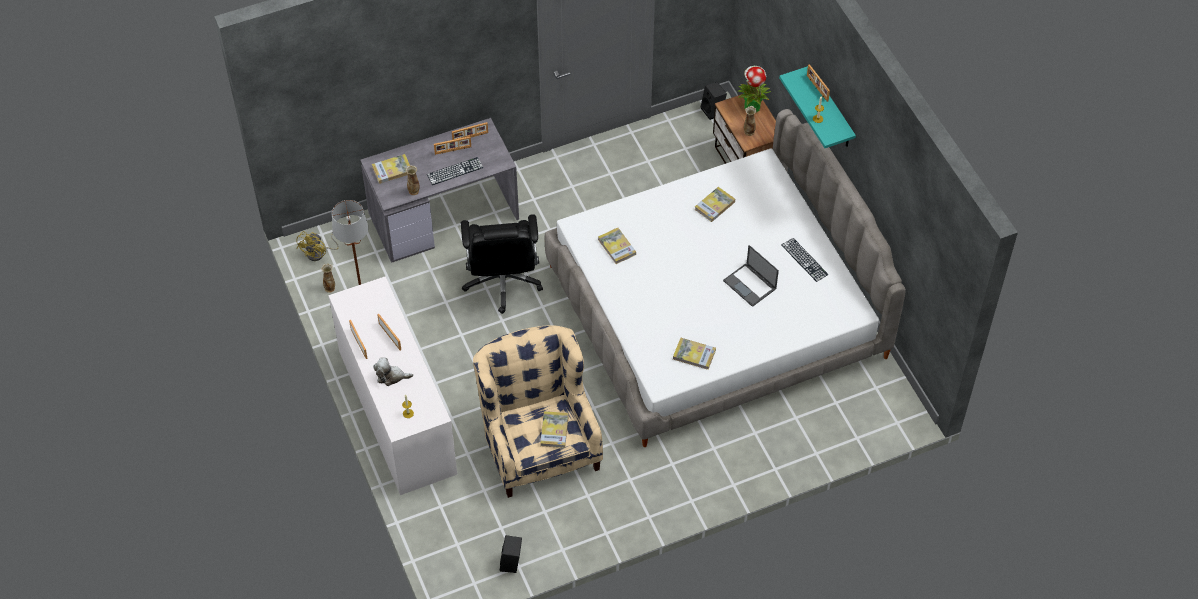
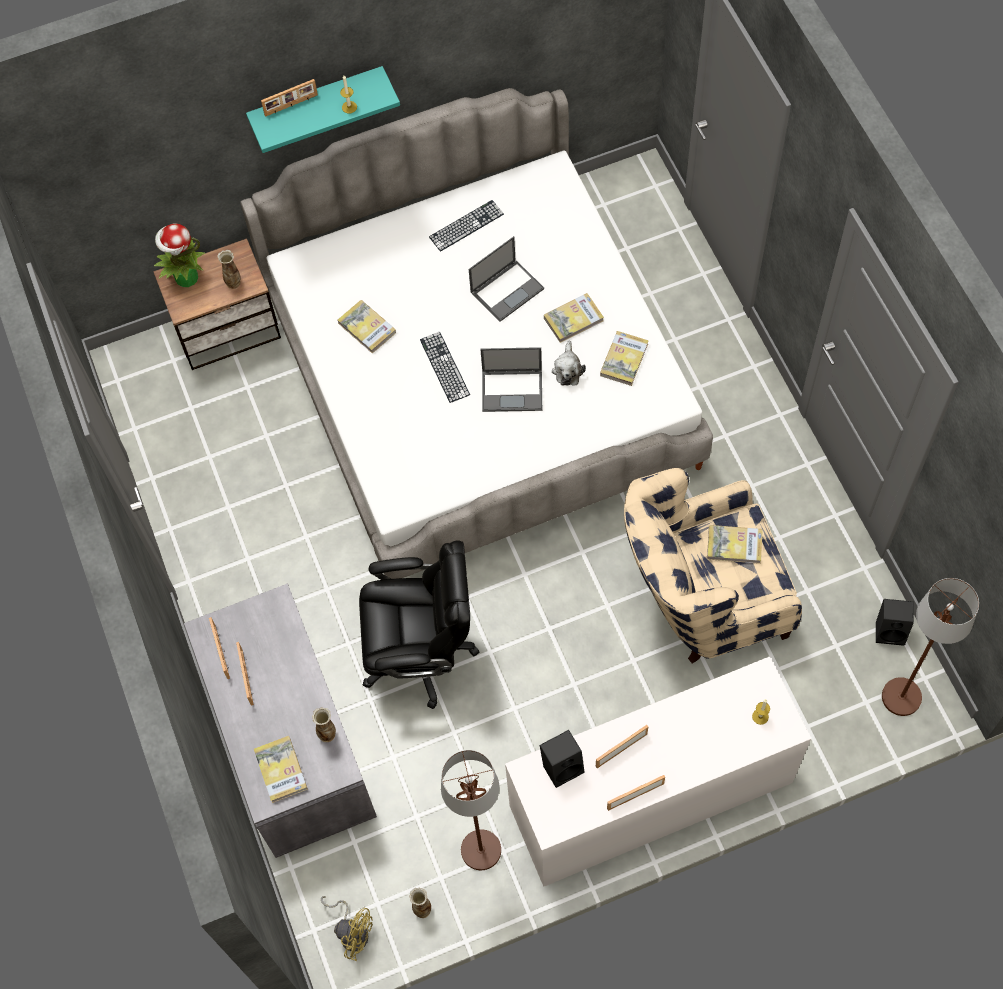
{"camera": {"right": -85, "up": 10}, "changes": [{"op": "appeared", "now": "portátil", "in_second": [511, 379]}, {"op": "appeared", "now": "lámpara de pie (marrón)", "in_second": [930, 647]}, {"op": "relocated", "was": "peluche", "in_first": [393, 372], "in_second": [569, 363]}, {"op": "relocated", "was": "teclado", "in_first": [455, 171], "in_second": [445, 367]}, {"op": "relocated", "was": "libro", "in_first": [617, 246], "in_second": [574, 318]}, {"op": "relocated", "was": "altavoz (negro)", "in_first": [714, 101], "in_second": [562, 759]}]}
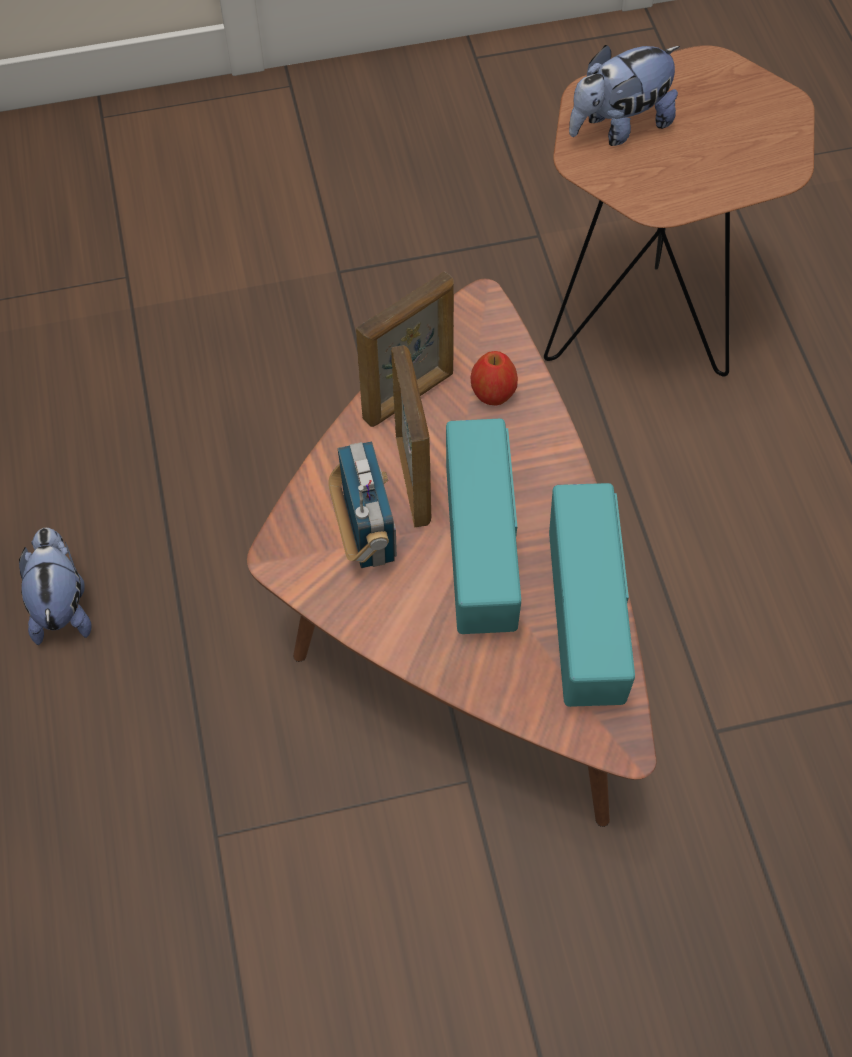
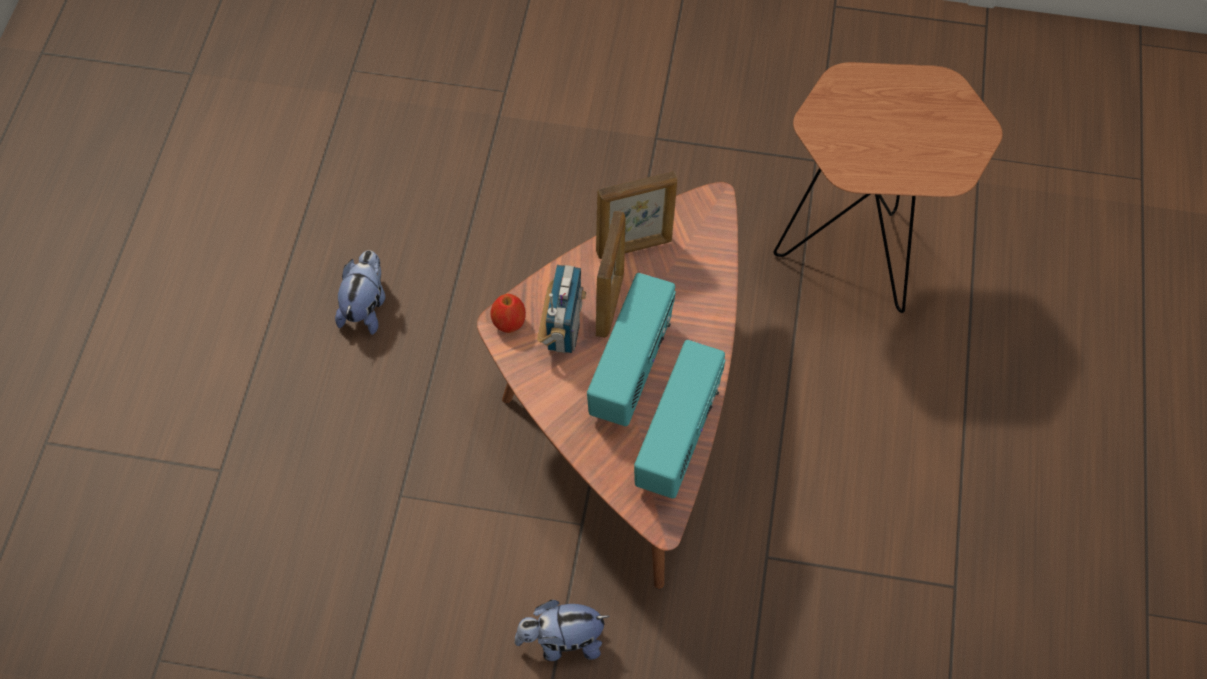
{"camera": {"right": 20, "up": 0}, "changes": [{"op": "relocated", "was": "manzana", "in_first": [494, 378], "in_second": [508, 313]}, {"op": "relocated", "was": "peluche", "in_first": [624, 95], "in_second": [562, 630]}]}
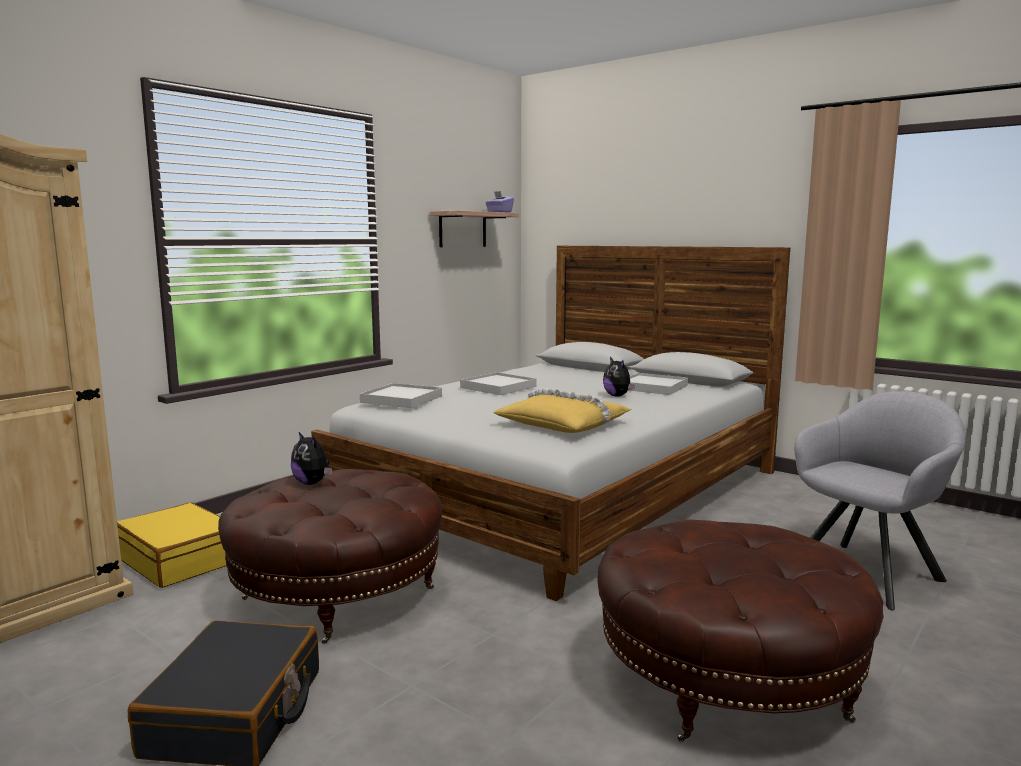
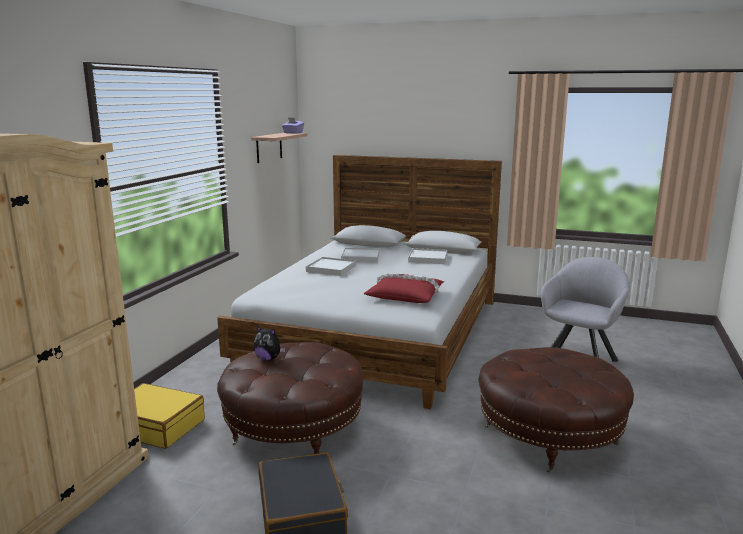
{"camera": {"right": -20, "up": 5}, "changes": [{"op": "missing", "was": "peluche", "in_first": [619, 377]}, {"op": "relocated", "was": "bandeja (blanco)", "in_first": [401, 395], "in_second": [360, 255]}, {"op": "colour", "was": "cojín (amarillo)", "now": "cojín (rojo)", "in_first": [562, 410], "in_second": [404, 288]}]}
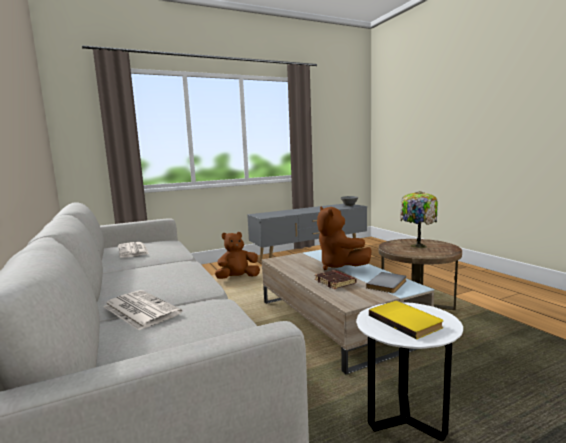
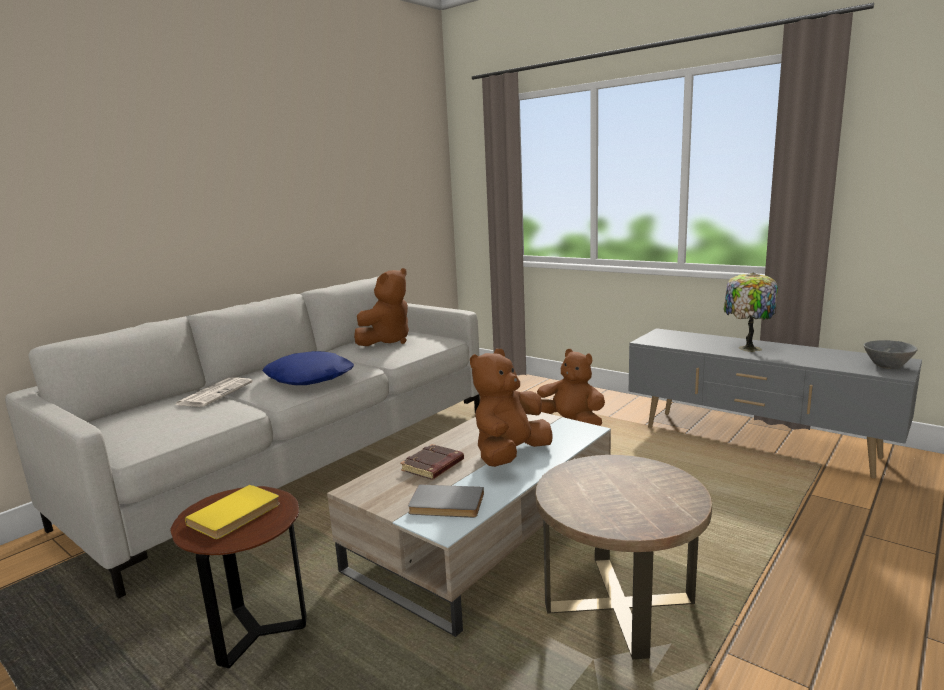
{"camera": {"right": 65, "up": 5}, "changes": [{"op": "appeared", "now": "cojín (azul)", "in_second": [308, 368]}, {"op": "relocated", "was": "lámpara de mesa", "in_first": [419, 219], "in_second": [751, 312]}, {"op": "exchanged", "was": "periódico", "now": "peluche (marrón)", "in_first": [133, 250], "in_second": [381, 307]}, {"op": "colour", "was": "mesa auxiliar (blanco)", "now": "mesa auxiliar (marrón)", "in_first": [409, 371], "in_second": [238, 577]}]}
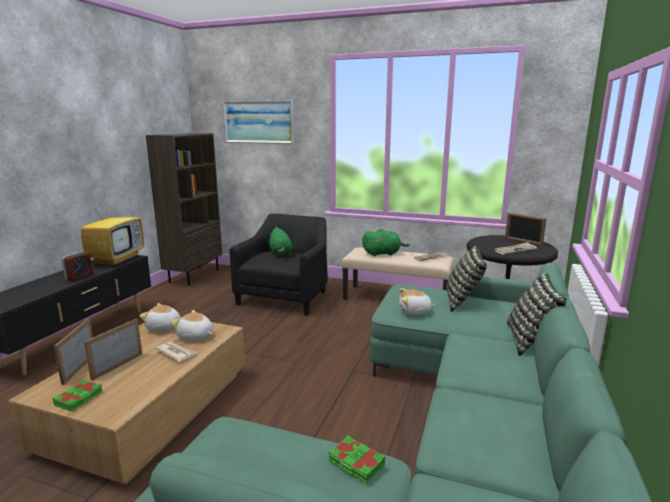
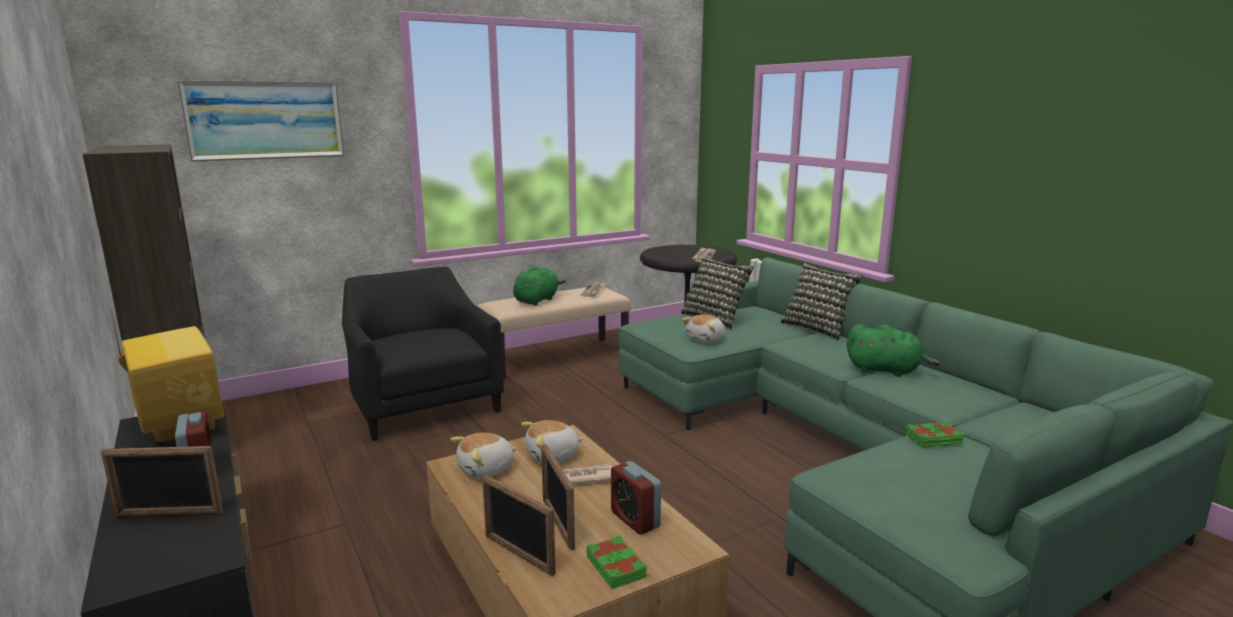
{"camera": {"right": -50, "up": 0}, "changes": [{"op": "appeared", "now": "despertador", "in_second": [636, 498]}, {"op": "relocated", "was": "peluche (verde)", "in_first": [281, 241], "in_second": [893, 350]}, {"op": "relocated", "was": "portarretratos", "in_first": [526, 229], "in_second": [162, 481]}]}
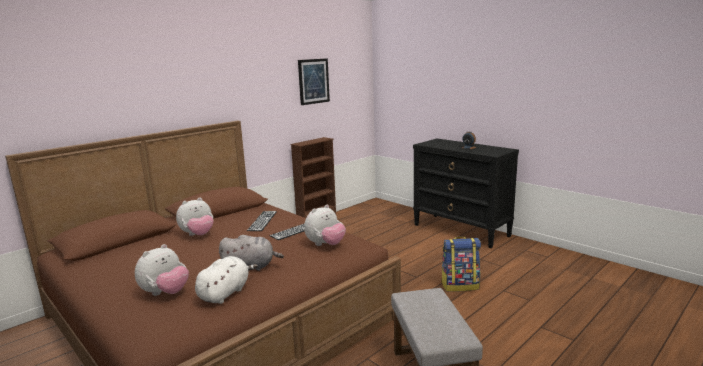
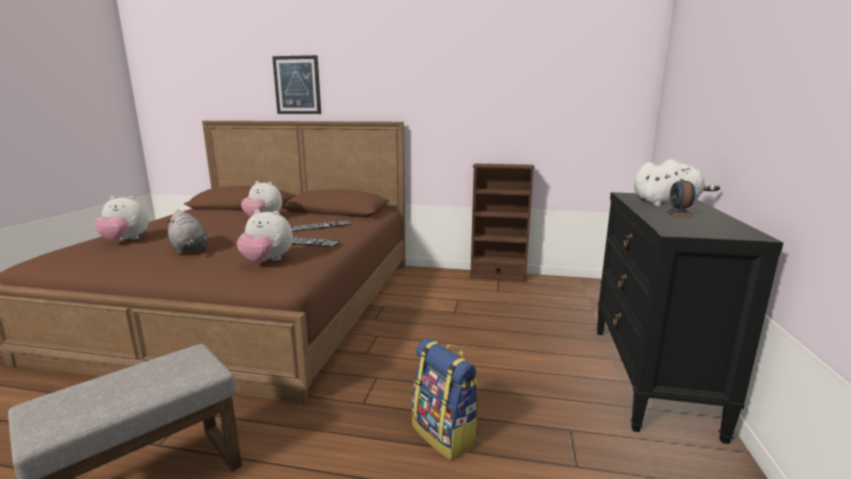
{"camera": {"right": 55, "up": 0}, "changes": [{"op": "relocated", "was": "peluche (blanco)", "in_first": [226, 280], "in_second": [677, 183]}, {"op": "relocated", "was": "cuadro", "in_first": [314, 81], "in_second": [296, 84]}]}
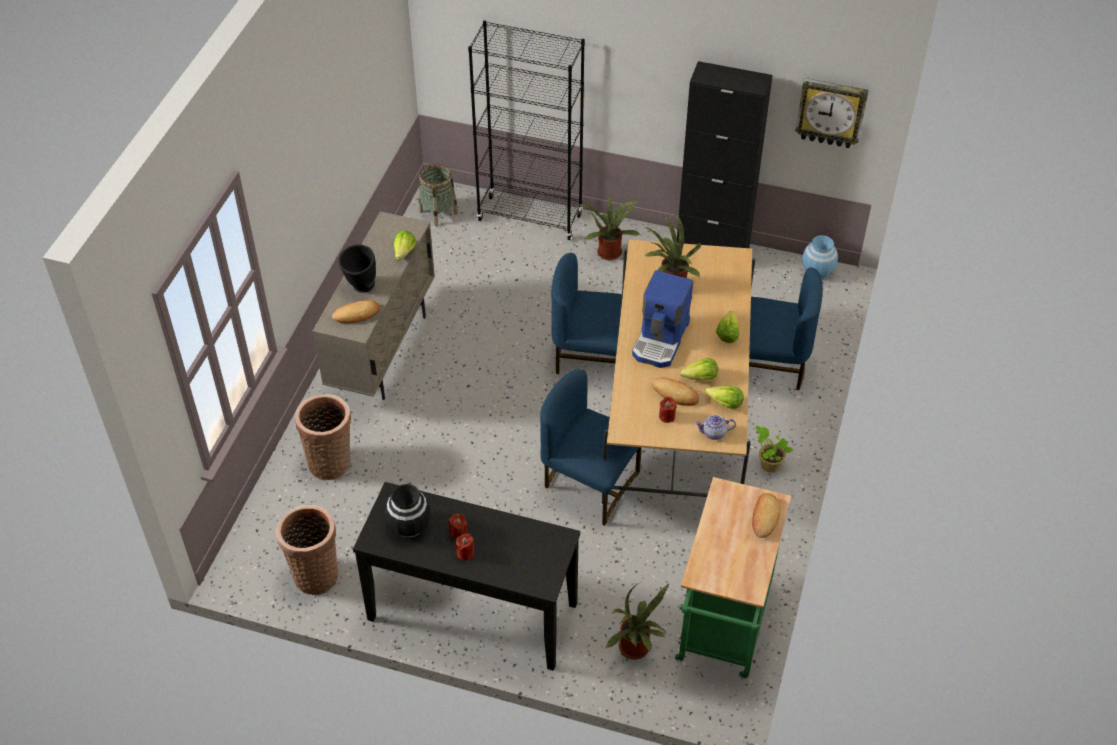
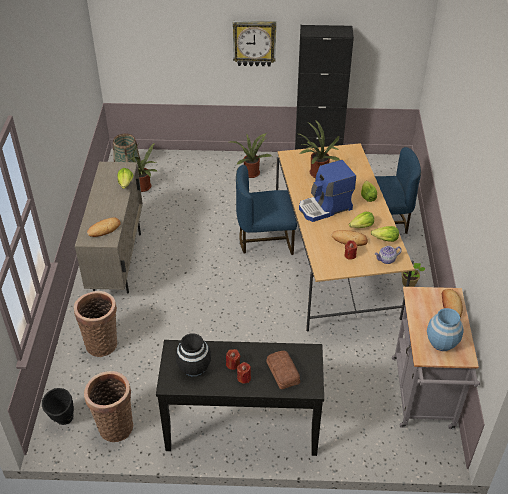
{"camera": {"right": -15, "up": -5}, "changes": [{"op": "missing", "was": "estantería (negro)", "in_first": [526, 130]}, {"op": "missing", "was": "silla (azul)", "in_first": [591, 447]}, {"op": "appeared", "now": "pan", "in_second": [283, 370]}, {"op": "relocated", "was": "florero (negro)", "in_first": [357, 268], "in_second": [58, 406]}, {"op": "relocated", "was": "planta en maceta", "in_first": [637, 620], "in_second": [142, 167]}, {"op": "relocated", "was": "reloj de pared", "in_first": [832, 113], "in_second": [254, 44]}, {"op": "relocated", "was": "florero (azul)", "in_first": [820, 257], "in_second": [445, 329]}, {"op": "colour", "was": "carrito (verde)", "now": "carrito (gris)", "in_first": [733, 578], "in_second": [436, 358]}, {"op": "spun", "was": "cafetera", "in_first": [662, 319], "in_second": [327, 191], "clockwise": 60}]}
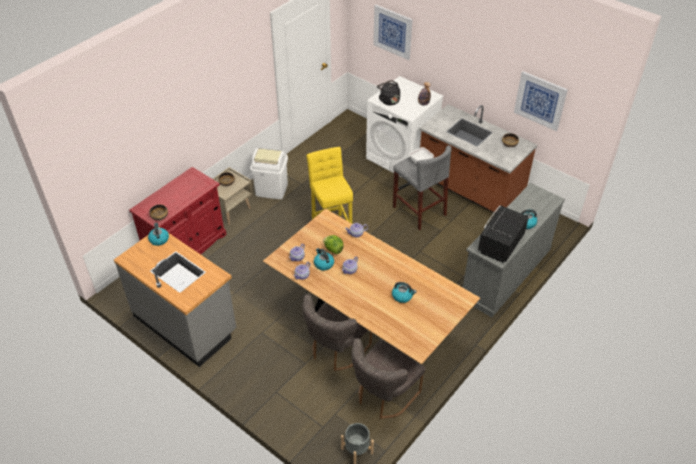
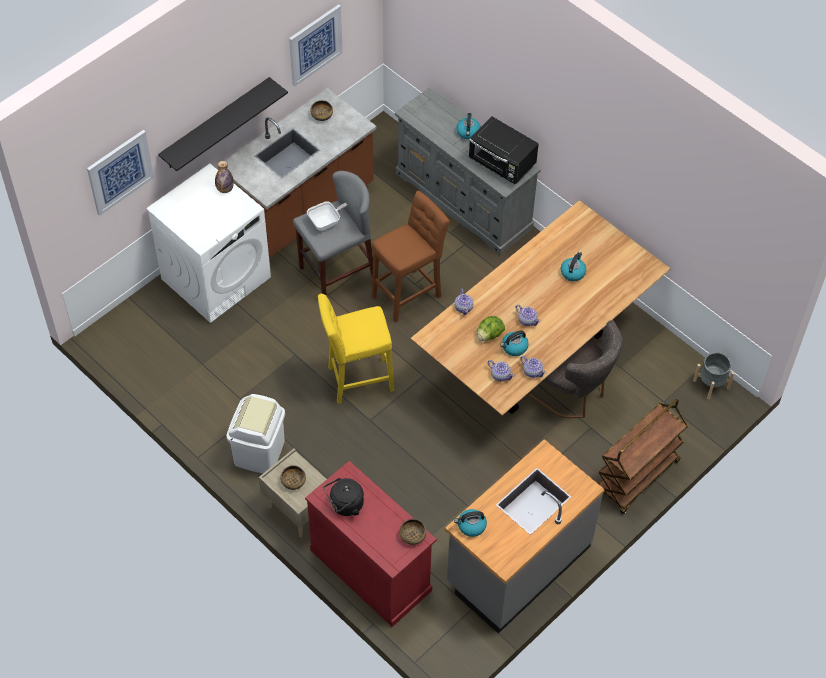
{"camera": {"right": -85, "up": 10}, "changes": [{"op": "missing", "was": "silla (gris)", "in_first": [388, 378]}, {"op": "appeared", "now": "estante (negro)", "in_second": [223, 124]}, {"op": "appeared", "now": "taburete (marrón)", "in_second": [410, 257]}, {"op": "appeared", "now": "carrito (marrón)", "in_second": [643, 456]}, {"op": "relocated", "was": "hervidor (negro)", "in_first": [388, 92], "in_second": [344, 497]}]}
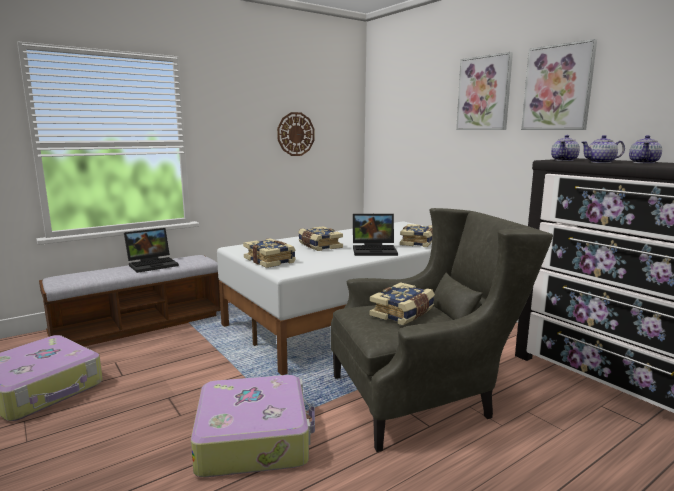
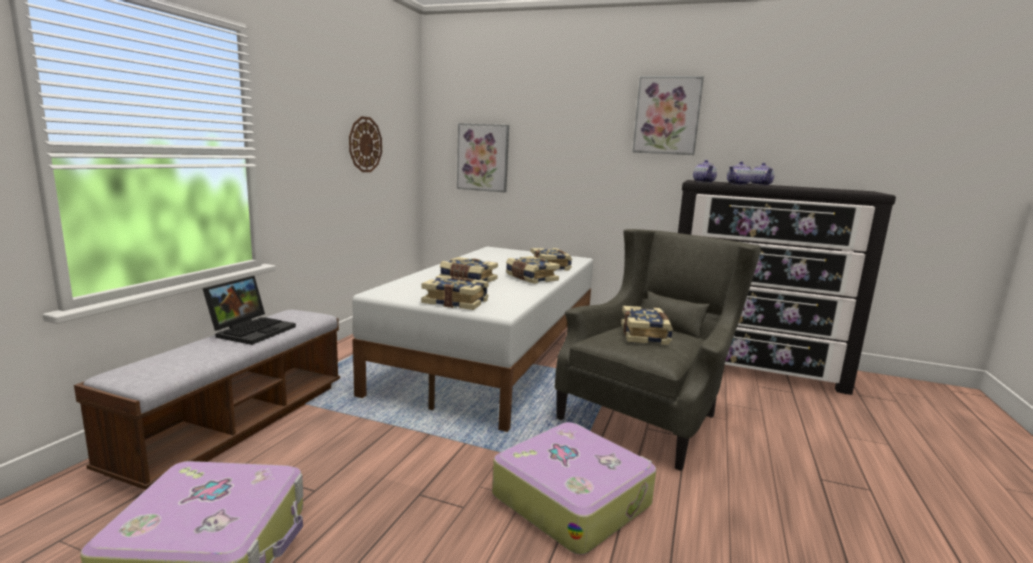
{"camera": {"right": -35, "up": 0}, "changes": [{"op": "relocated", "was": "cuadro", "in_first": [484, 91], "in_second": [483, 157]}, {"op": "exchanged", "was": "portátil", "now": "libro", "in_first": [375, 235], "in_second": [533, 270]}]}
